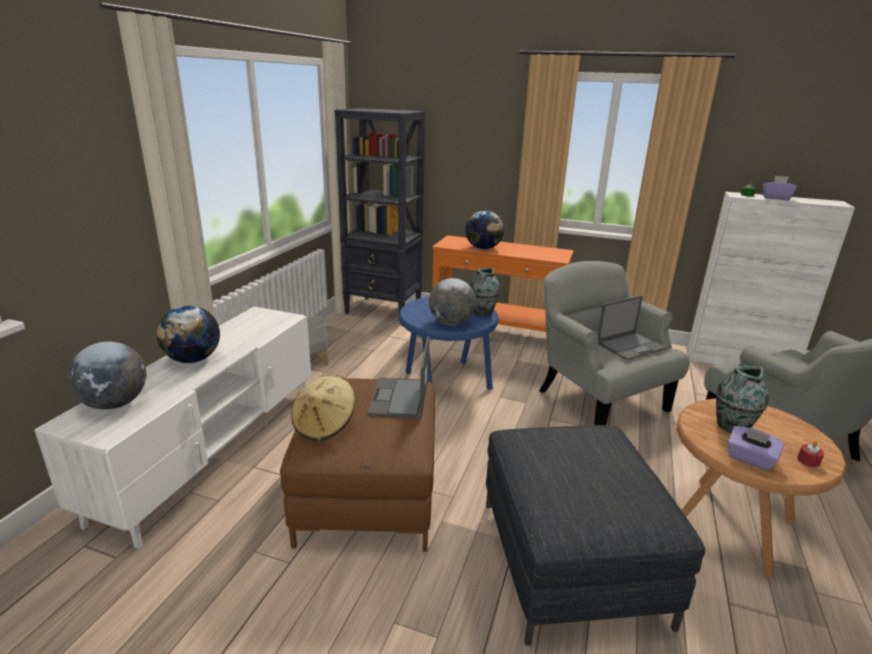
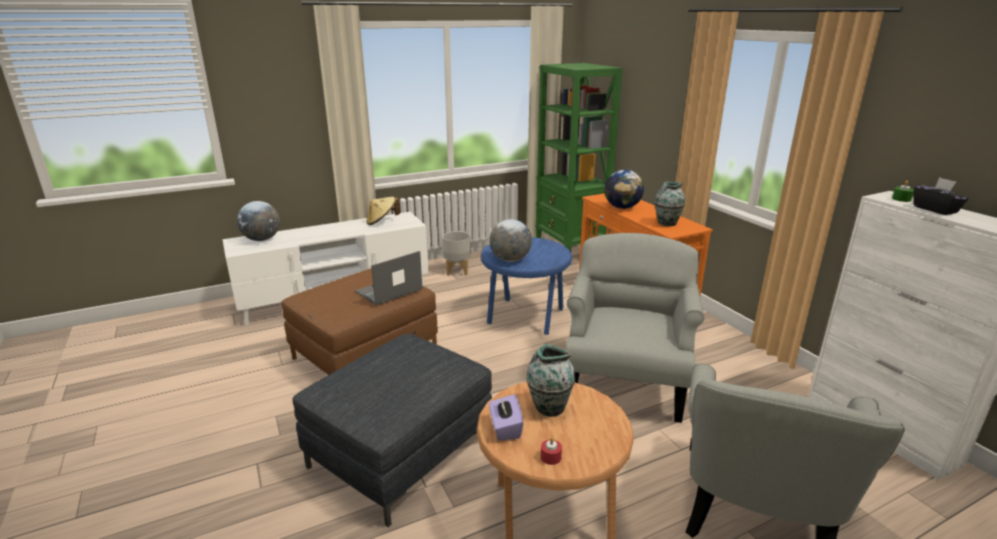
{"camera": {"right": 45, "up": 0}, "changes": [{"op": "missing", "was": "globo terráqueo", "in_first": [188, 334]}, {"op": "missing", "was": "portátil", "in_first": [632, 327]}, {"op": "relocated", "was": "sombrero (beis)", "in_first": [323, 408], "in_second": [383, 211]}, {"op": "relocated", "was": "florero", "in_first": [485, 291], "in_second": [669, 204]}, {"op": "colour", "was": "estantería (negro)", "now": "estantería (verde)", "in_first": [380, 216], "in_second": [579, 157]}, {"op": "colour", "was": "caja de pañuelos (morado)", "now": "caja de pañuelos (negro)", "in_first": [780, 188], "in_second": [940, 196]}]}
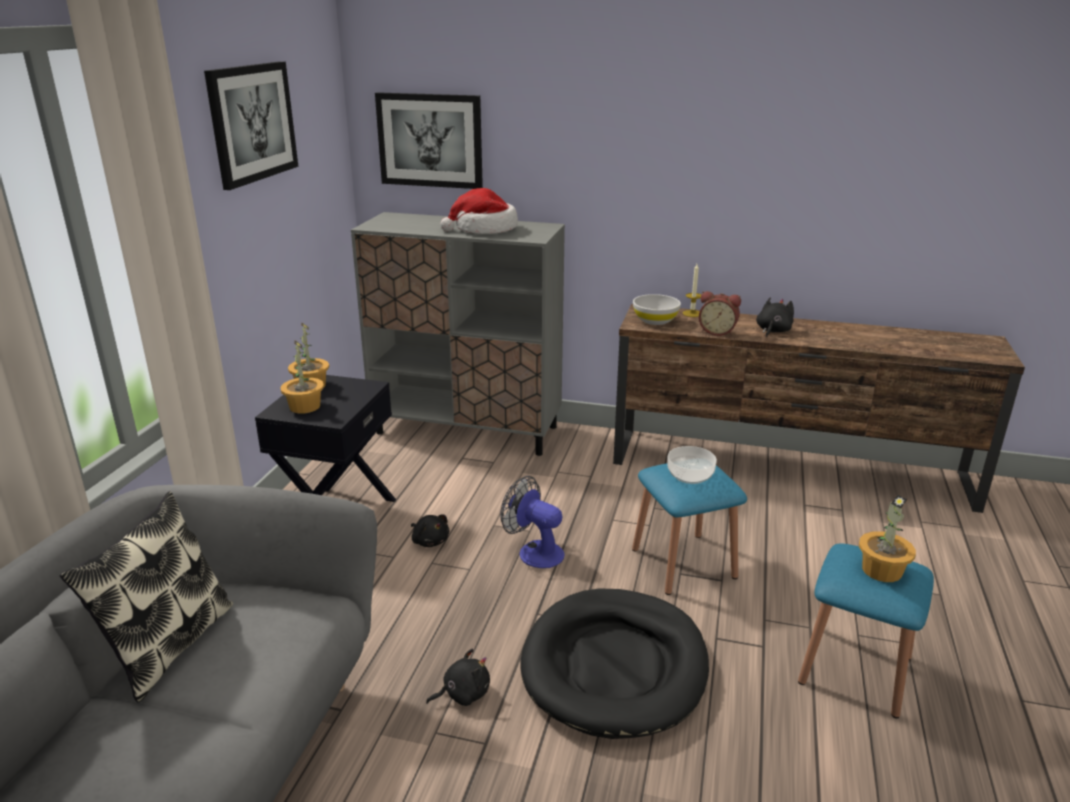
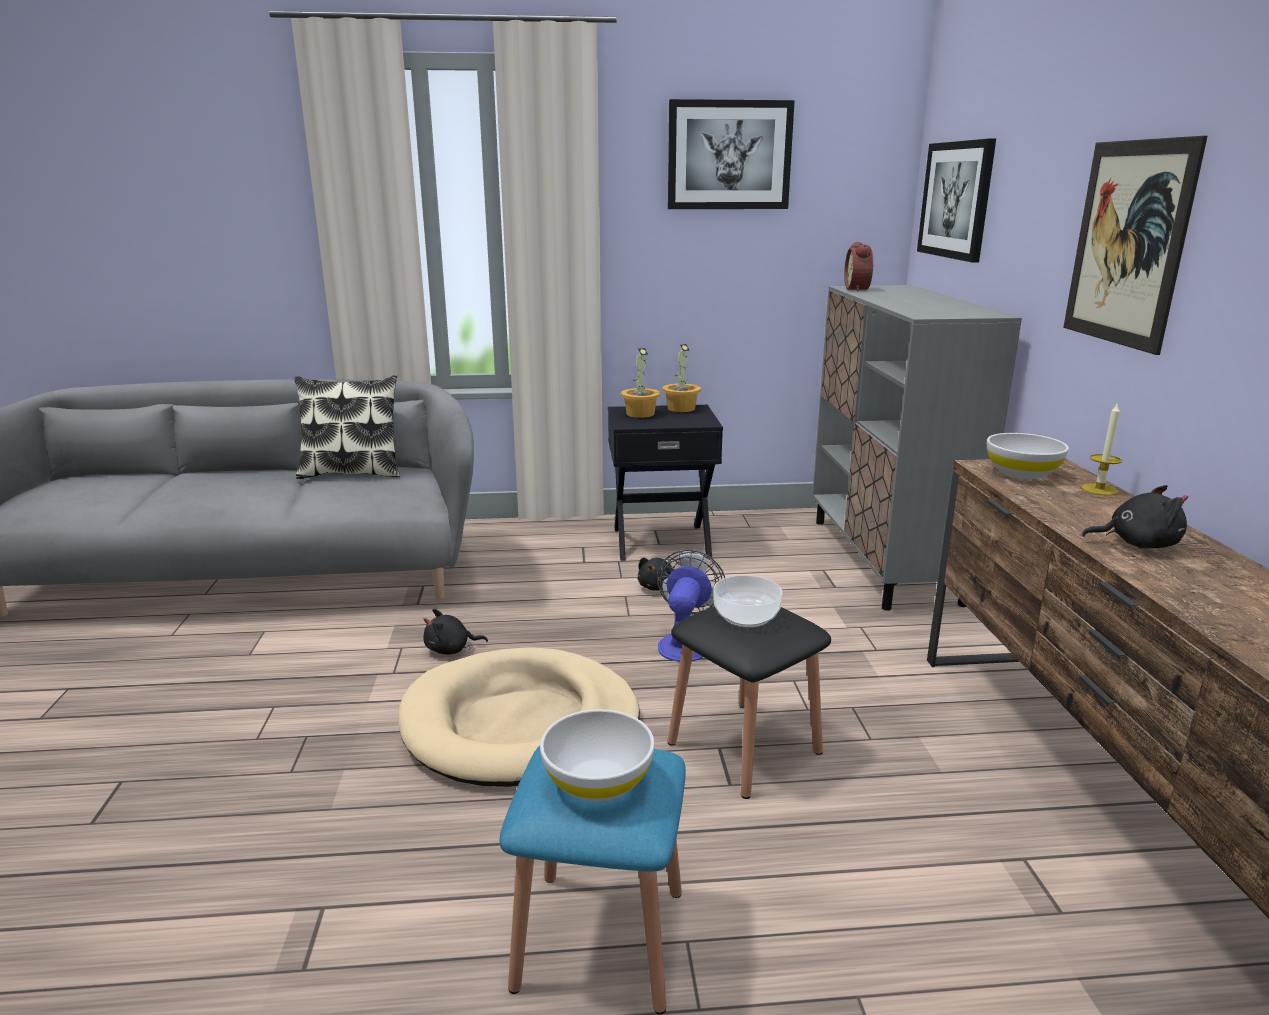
{"camera": {"right": 70, "up": -5}, "changes": [{"op": "missing", "was": "sombrero", "in_first": [479, 211]}, {"op": "appeared", "now": "cuadro", "in_second": [1135, 245]}, {"op": "relocated", "was": "despertador", "in_first": [720, 313], "in_second": [858, 267]}, {"op": "exchanged", "was": "planta en maceta", "now": "cuenco (blanco)", "in_first": [887, 538], "in_second": [597, 755]}, {"op": "colour", "was": "cama para perro (negro)", "now": "cama para perro (beis)", "in_first": [614, 663], "in_second": [519, 717]}, {"op": "colour", "was": "taburete (azul)", "now": "taburete (negro)", "in_first": [689, 529], "in_second": [749, 702]}, {"op": "spun", "was": "peluche (negro)", "in_first": [458, 677], "in_second": [455, 632], "clockwise": 120}]}
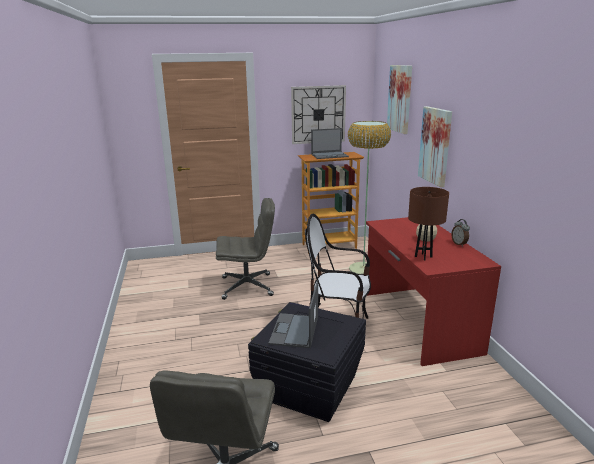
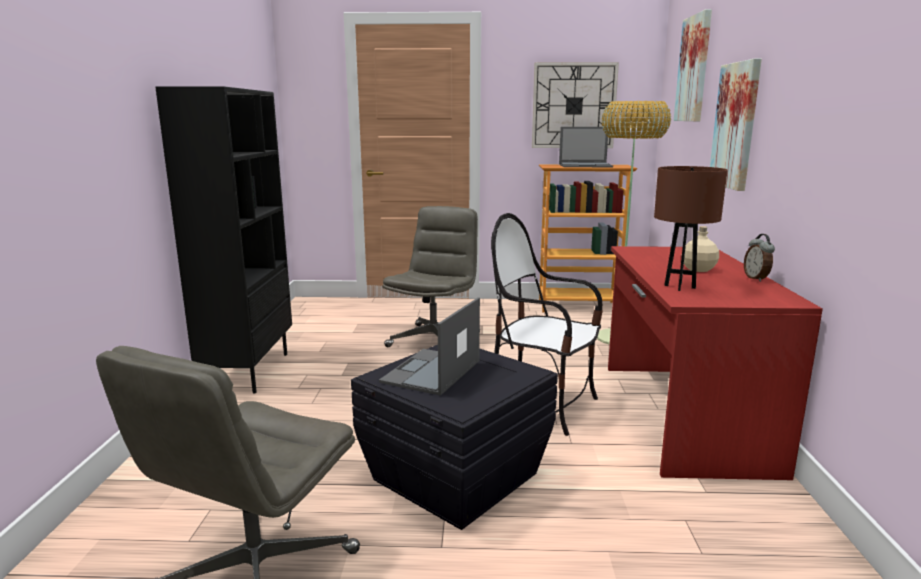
{"camera": {"right": 15, "up": -5}, "changes": [{"op": "appeared", "now": "estantería (negro)", "in_second": [223, 240]}, {"op": "spun", "was": "silla de oficina (gris)", "in_first": [245, 249], "in_second": [430, 276], "clockwise": -75}]}
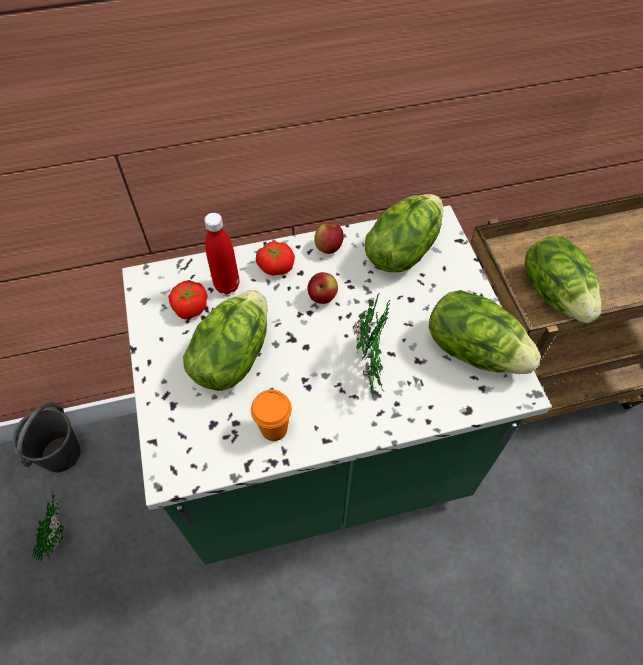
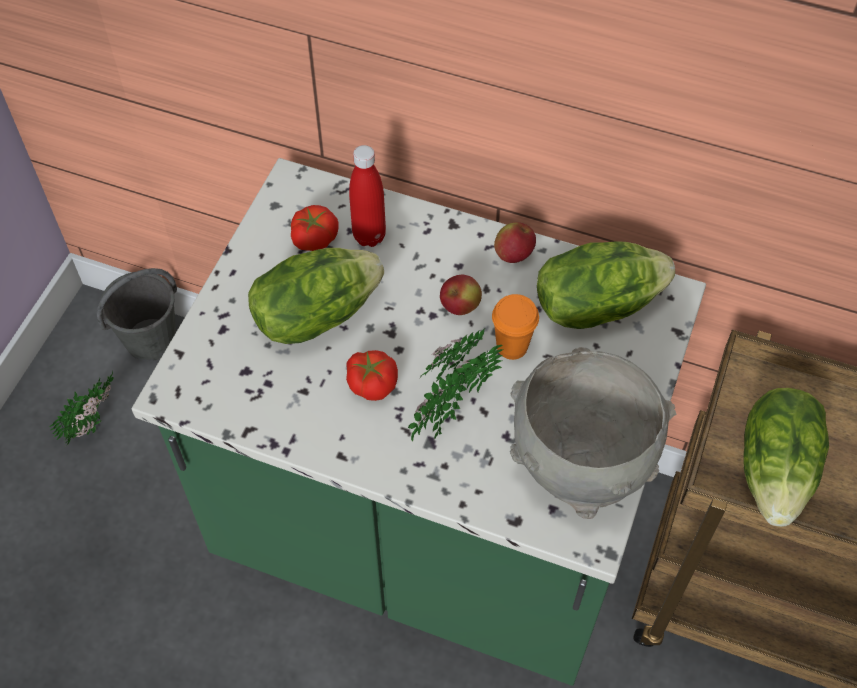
{"camera": {"right": 35, "up": 0}, "changes": [{"op": "relocated", "was": "taza (naranja)", "in_first": [271, 415], "in_second": [515, 327]}, {"op": "relocated", "was": "tomate", "in_first": [275, 258], "in_second": [372, 375]}, {"op": "exchanged", "was": "lechuga", "now": "cuenco (gris)", "in_first": [485, 332], "in_second": [593, 433]}]}
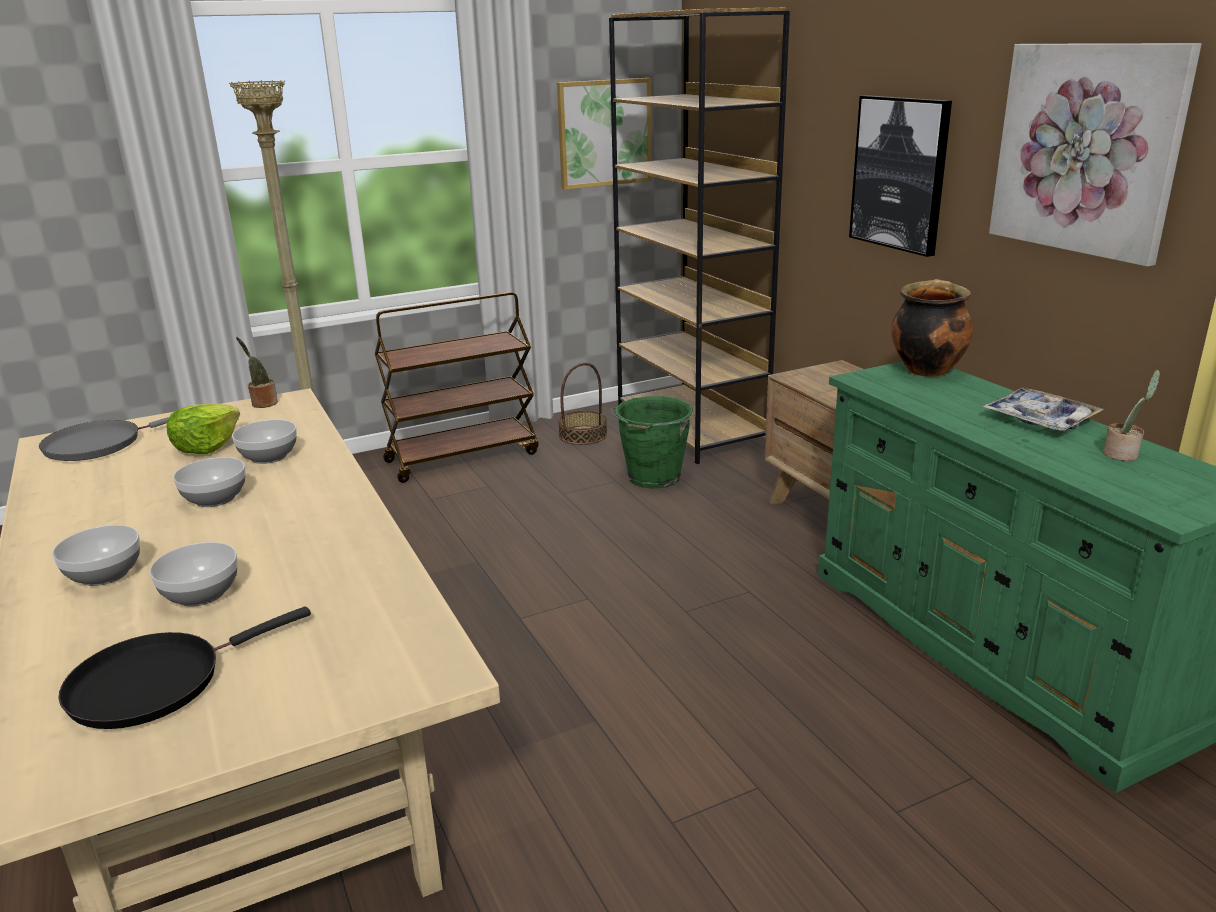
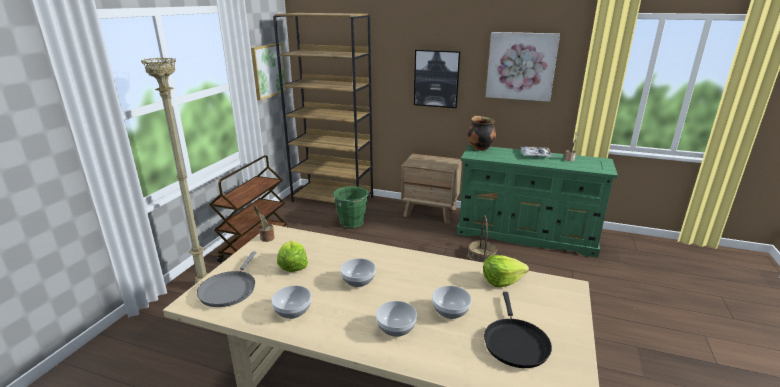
{"camera": {"right": -45, "up": 0}, "changes": [{"op": "appeared", "now": "lechuga", "in_second": [506, 271]}, {"op": "relocated", "was": "cuenco", "in_first": [264, 442], "in_second": [291, 302]}, {"op": "relocated", "was": "cesta", "in_first": [582, 403], "in_second": [482, 239]}]}
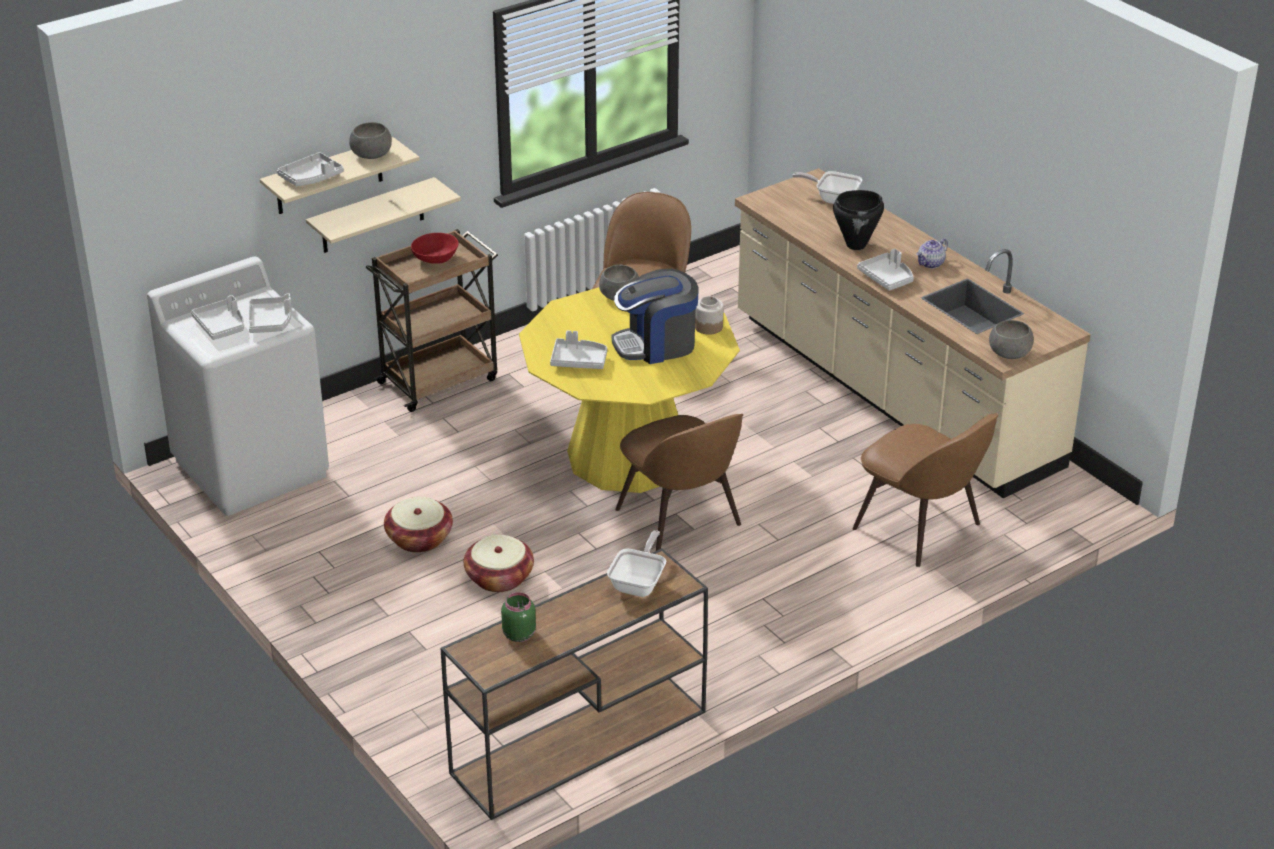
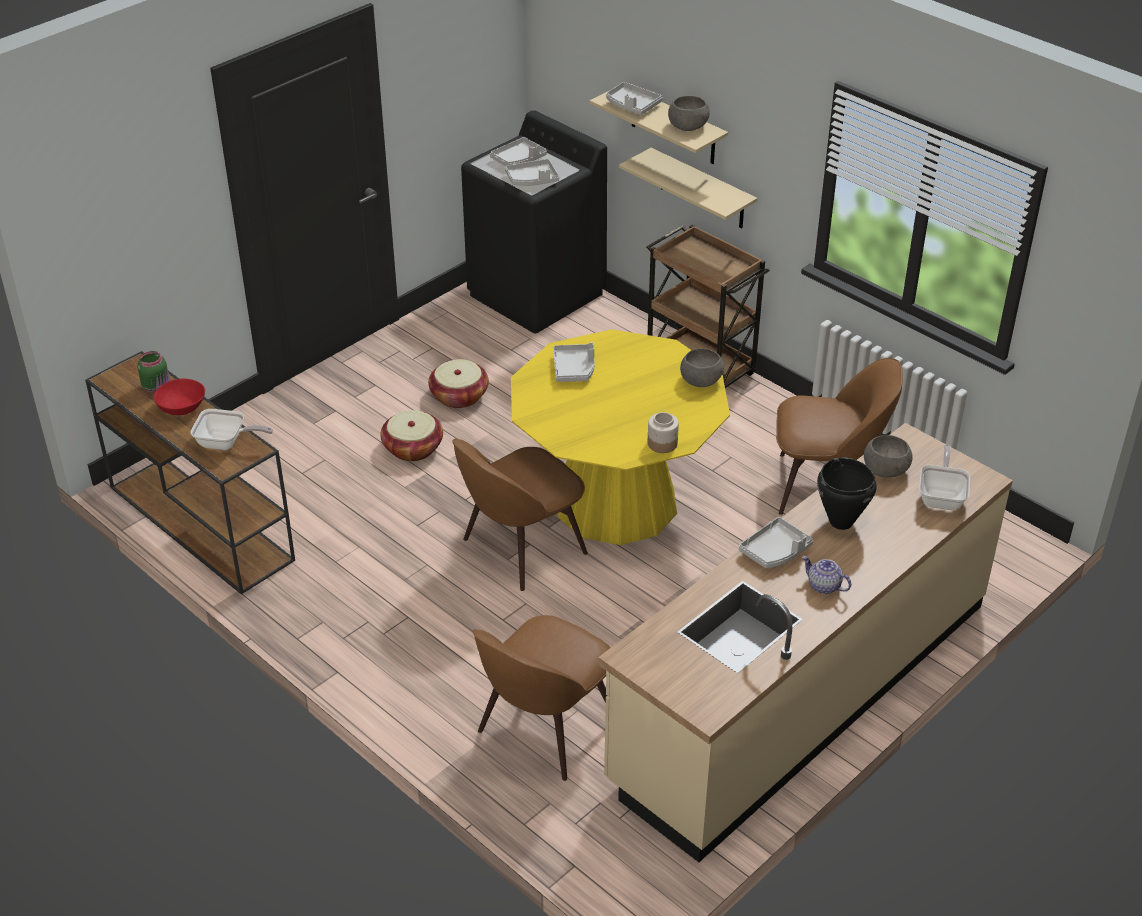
{"camera": {"right": 80, "up": 5}, "changes": [{"op": "missing", "was": "cafetera", "in_first": [655, 316]}, {"op": "relocated", "was": "cuenco (rojo)", "in_first": [435, 248], "in_second": [179, 397]}, {"op": "relocated", "was": "cuenco (gris)", "in_first": [1011, 339], "in_second": [888, 456]}, {"op": "colour", "was": "lavadora (blanco)", "now": "lavadora (negro)", "in_first": [238, 386], "in_second": [534, 221]}]}
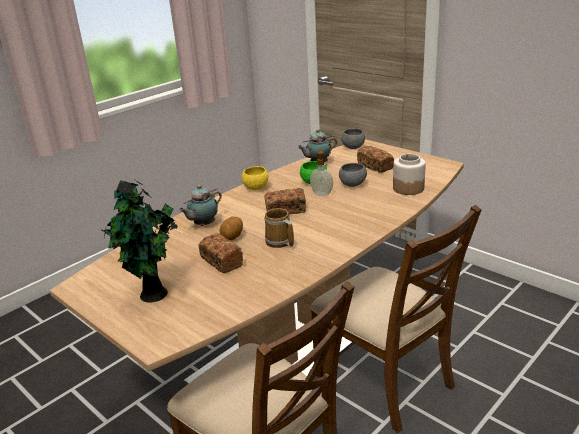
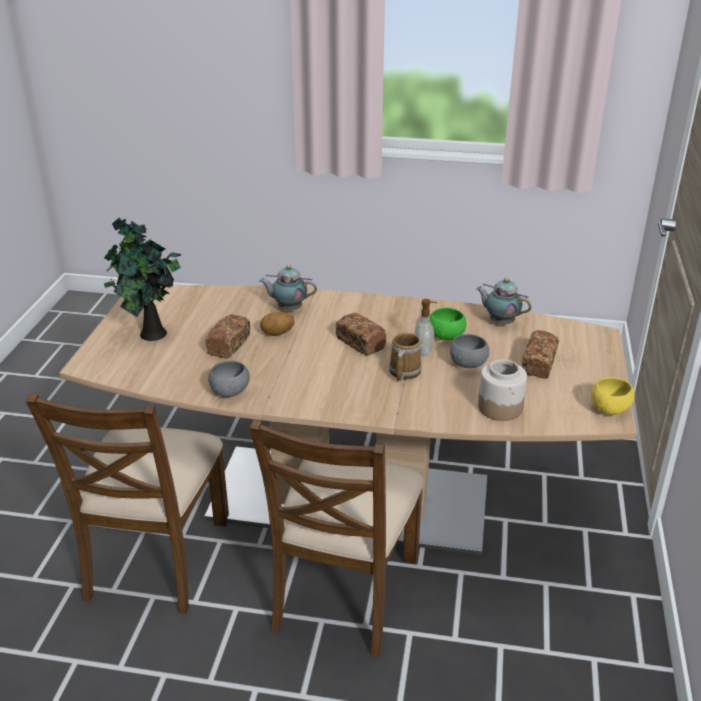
{"camera": {"right": 55, "up": 5}, "changes": [{"op": "relocated", "was": "cuenco (amarillo)", "in_first": [254, 178], "in_second": [613, 396]}, {"op": "relocated", "was": "taza grande", "in_first": [279, 228], "in_second": [405, 357]}, {"op": "relocated", "was": "cuenco (gris)", "in_first": [353, 138], "in_second": [229, 379]}]}
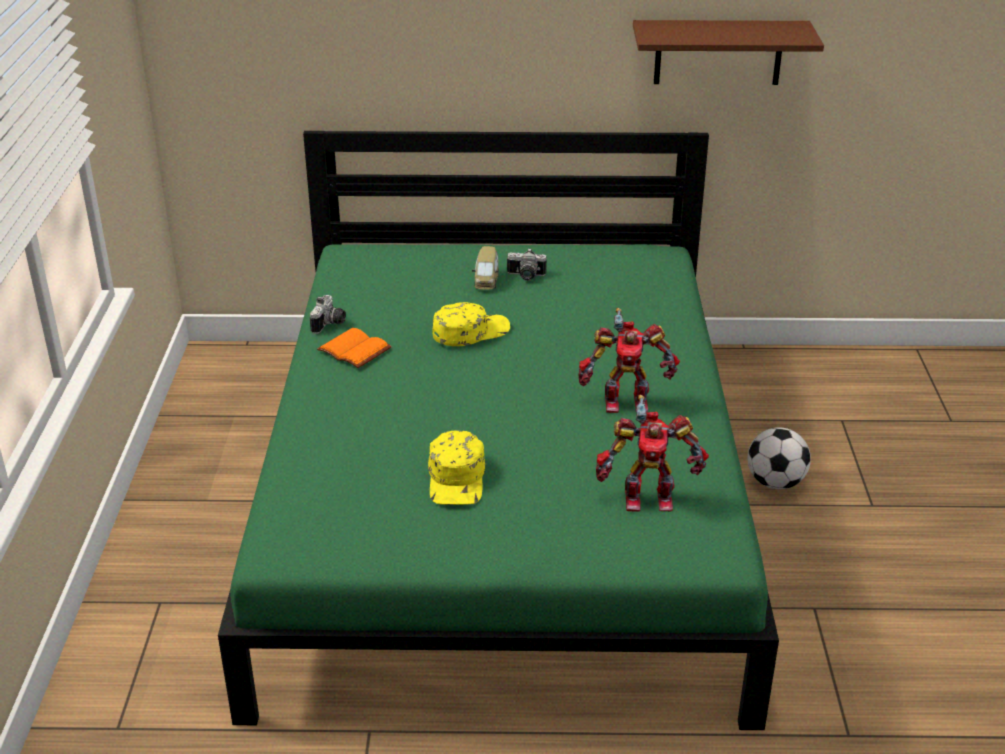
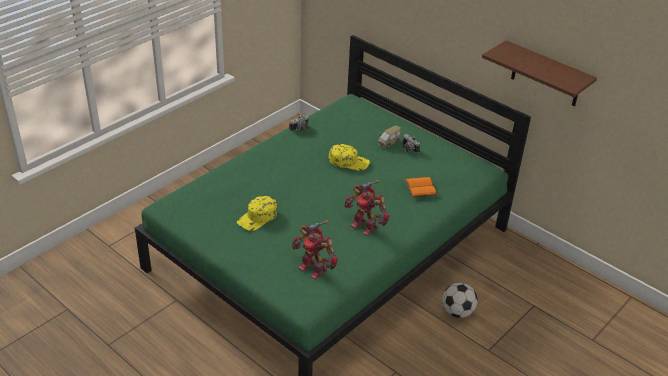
{"camera": {"right": 40, "up": 5}, "changes": [{"op": "relocated", "was": "libro (naranja)", "in_first": [354, 348], "in_second": [421, 187]}]}
